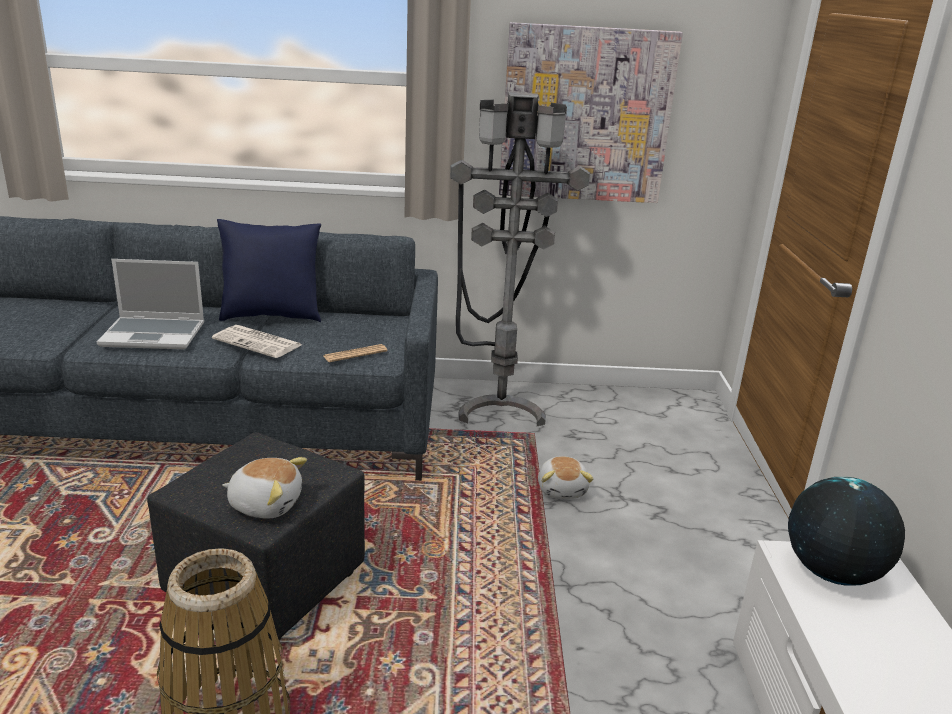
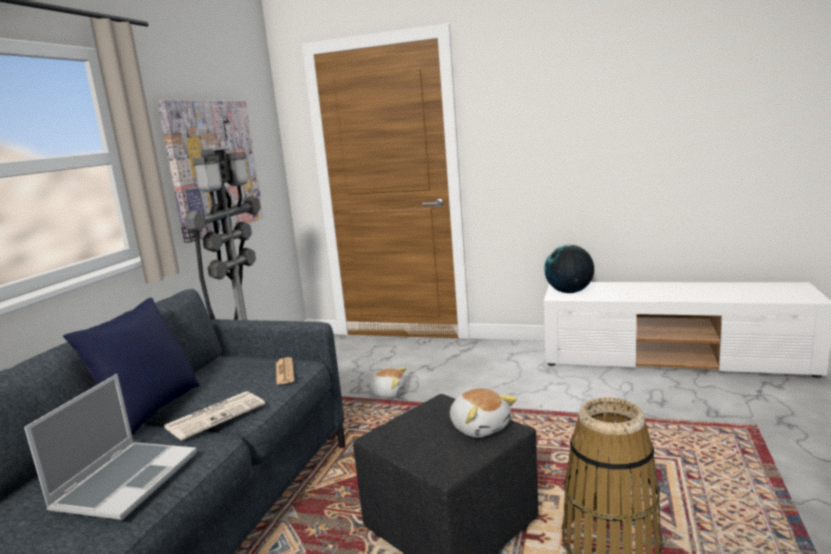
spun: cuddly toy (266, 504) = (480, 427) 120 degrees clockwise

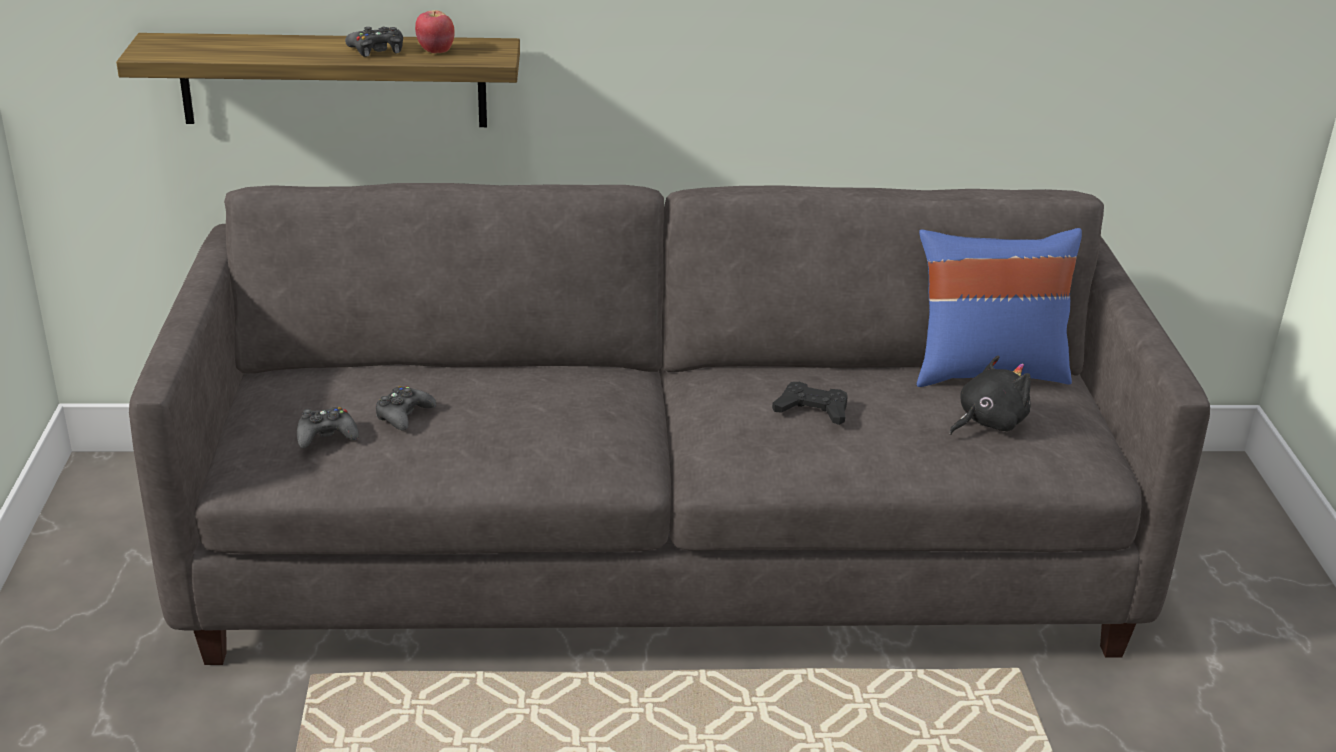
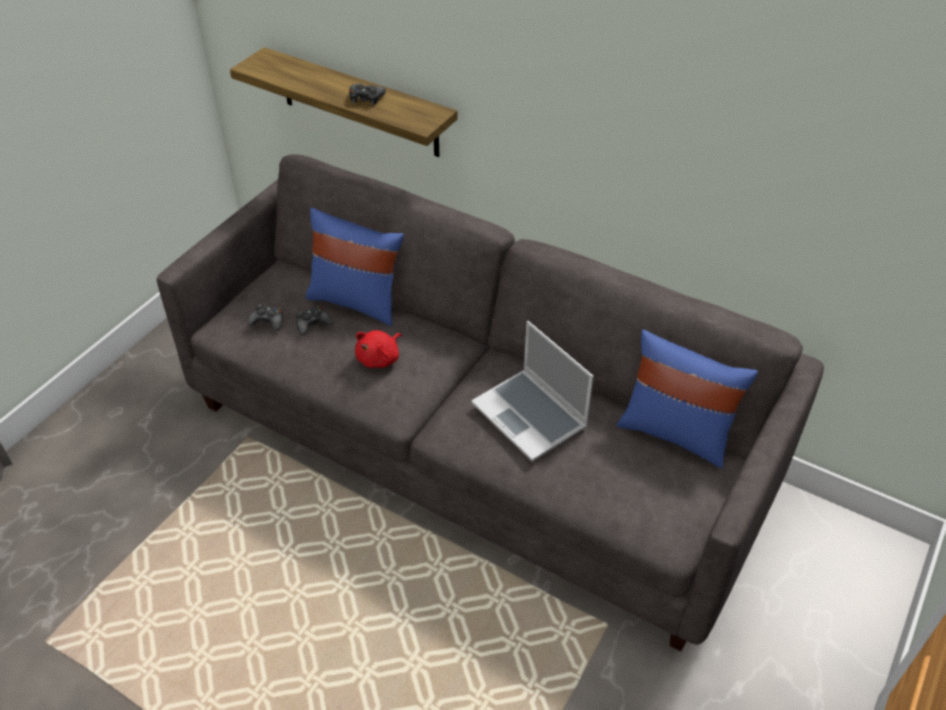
missing: whole apple (436, 51); black-coloured cuddly toy (987, 422)
appeared: bluish pillow (357, 301); reddish cuddly toy (380, 358)
exchanged: black-coloured game controller (812, 410) to laptop (531, 416)

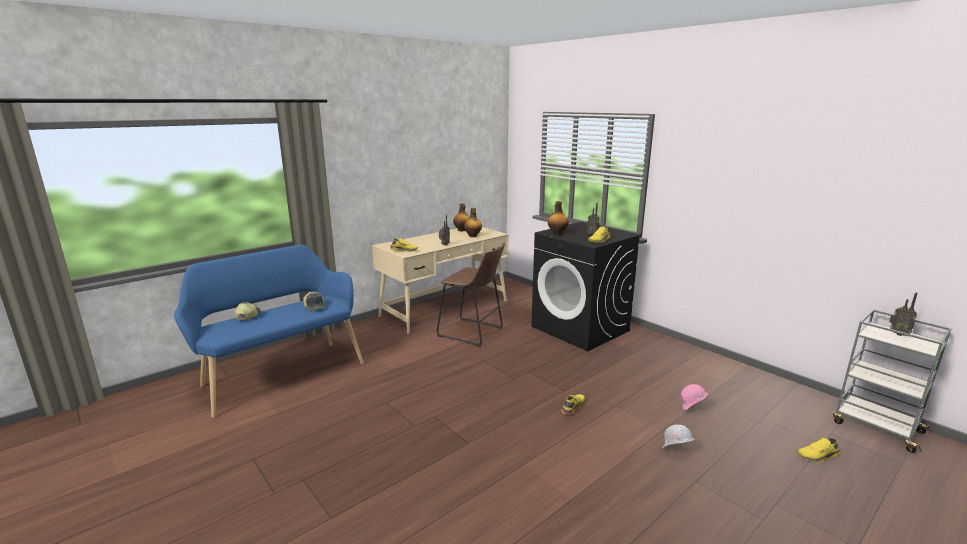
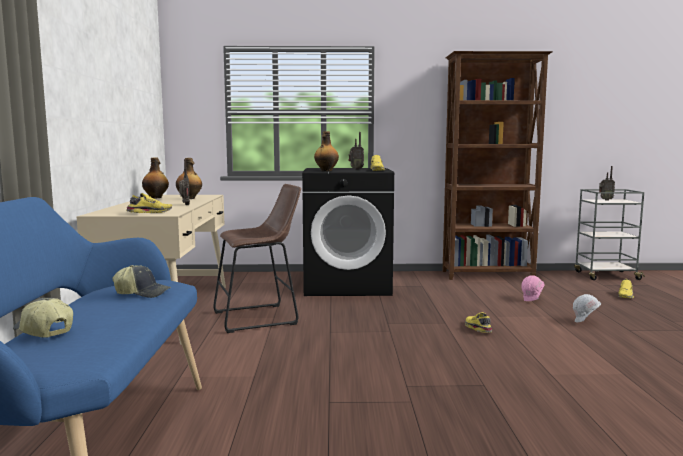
appeared: brown bookshelf (488, 275)

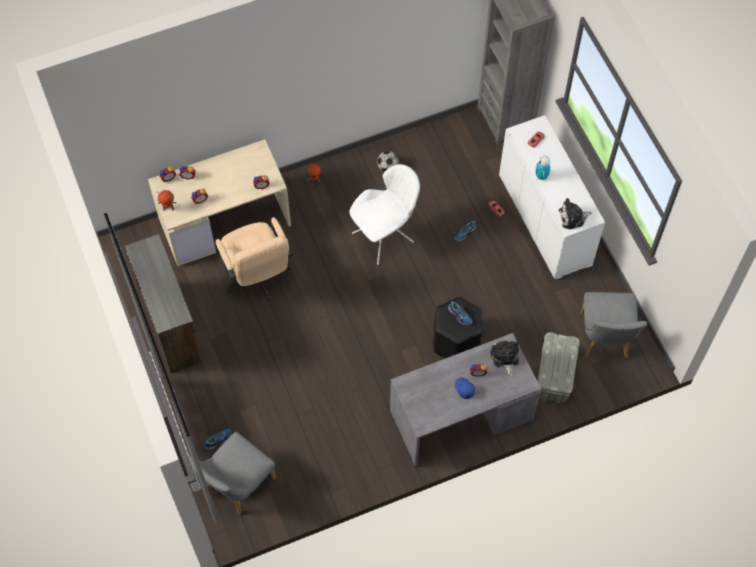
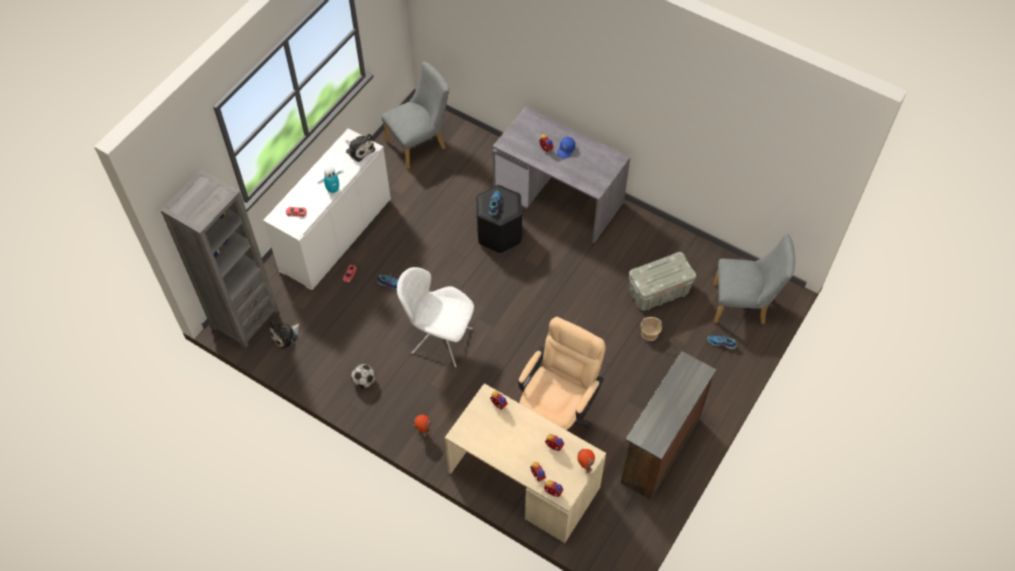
appeared: storage basket (650, 333)
relocated: cuddly toy (504, 358) to (285, 336); greyish storage container (554, 377) to (659, 292)

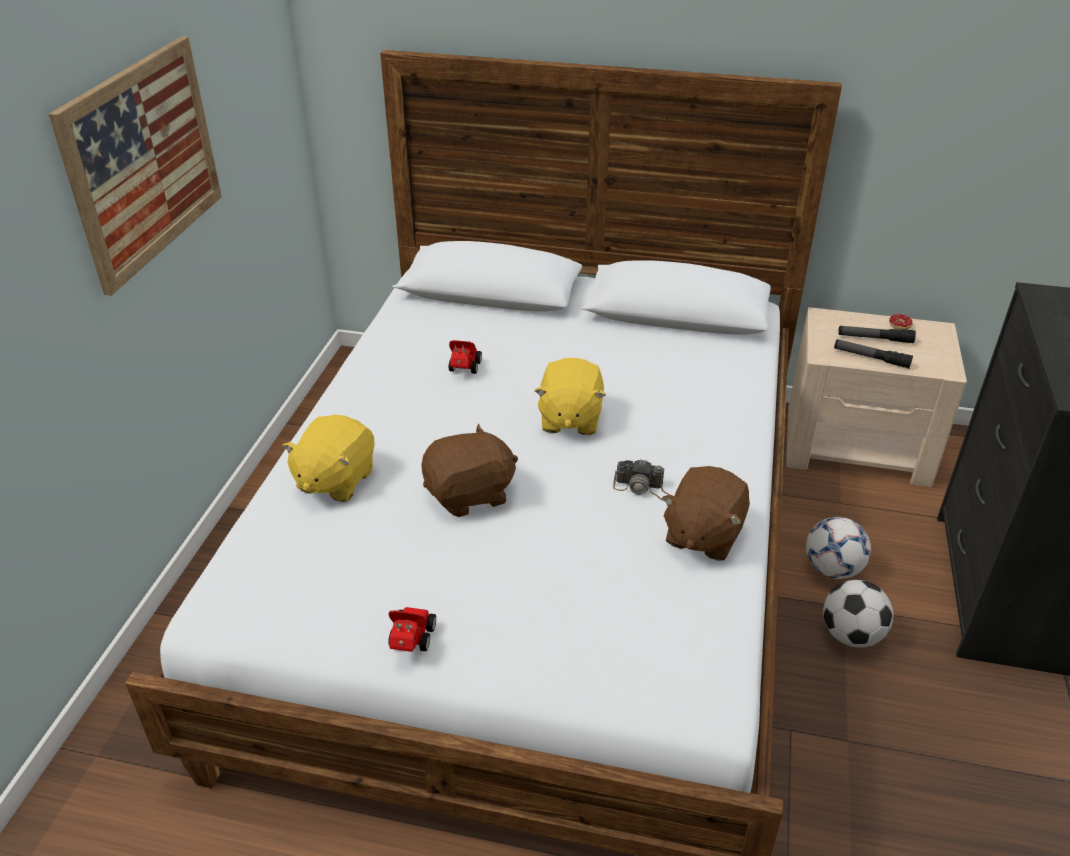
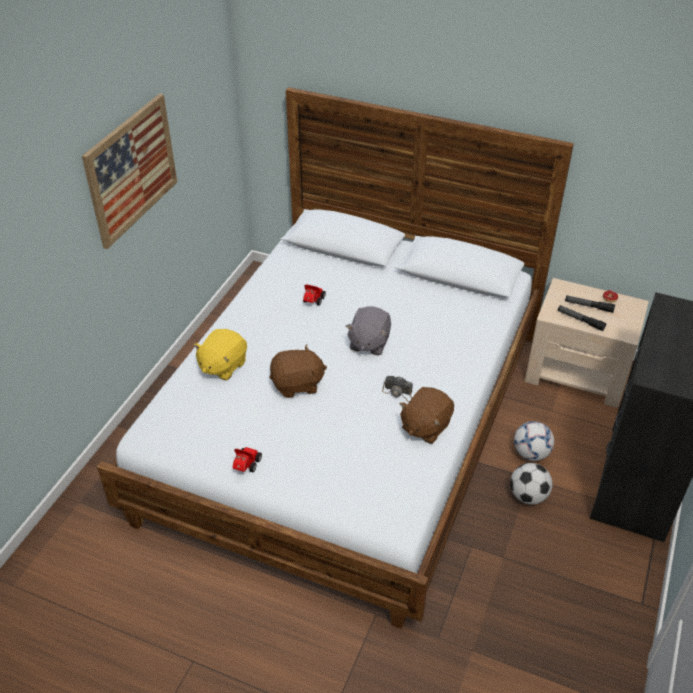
colour: yellowish cuddly toy (569, 419) to greyish cuddly toy (368, 343)

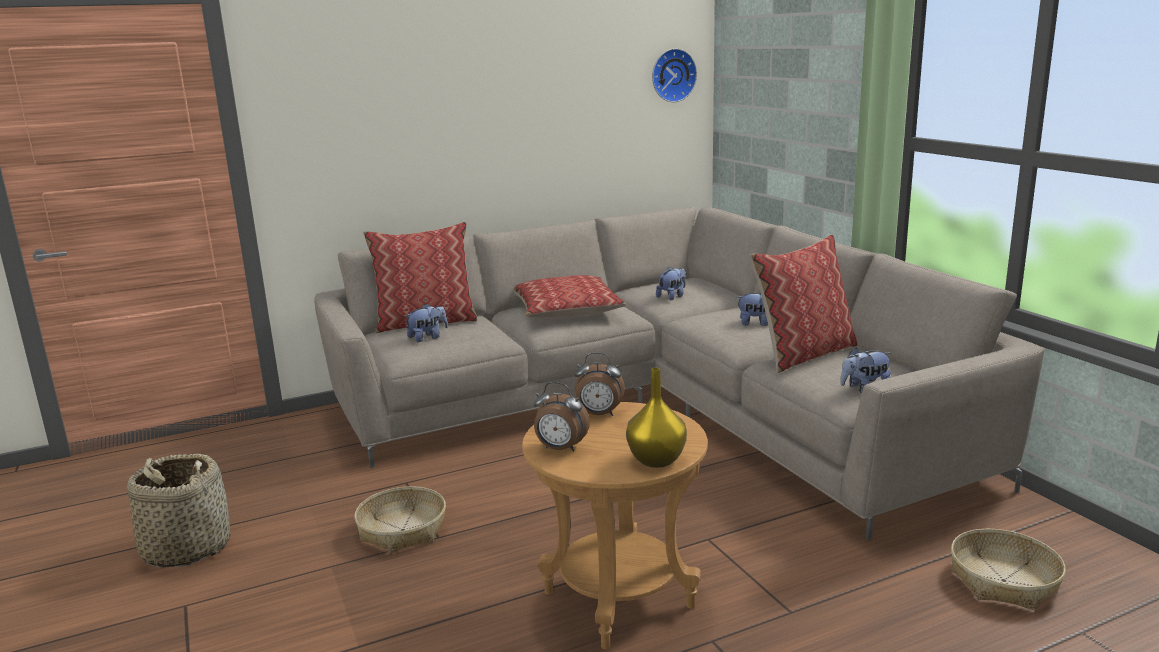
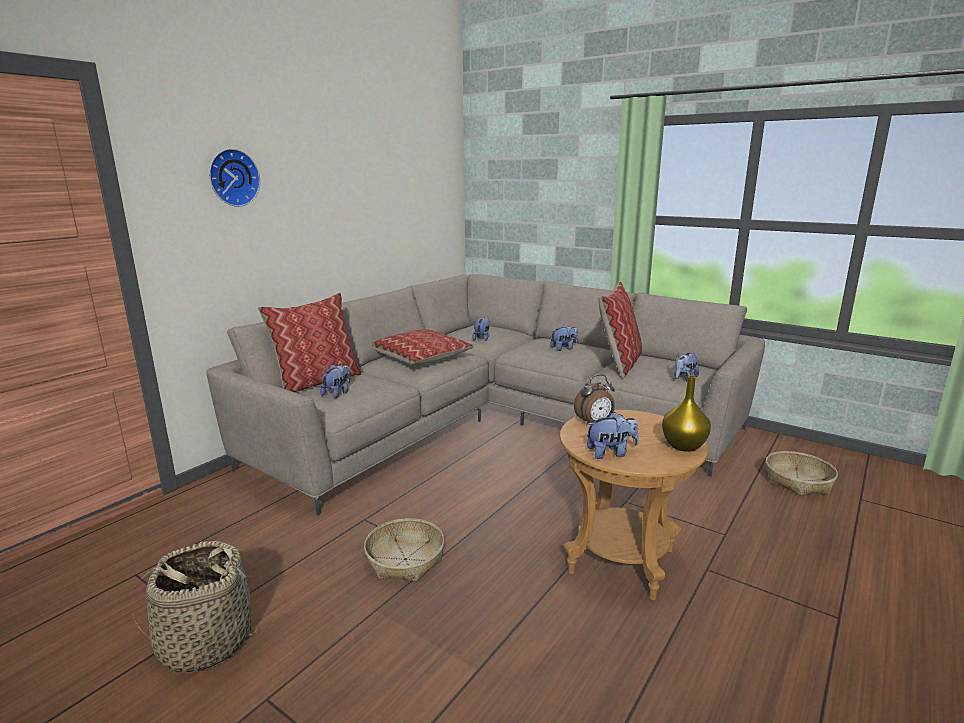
relocated: clock on the wall (672, 75) to (232, 177)
exchanged: alarm clock (560, 449) to cuddly toy (611, 453)

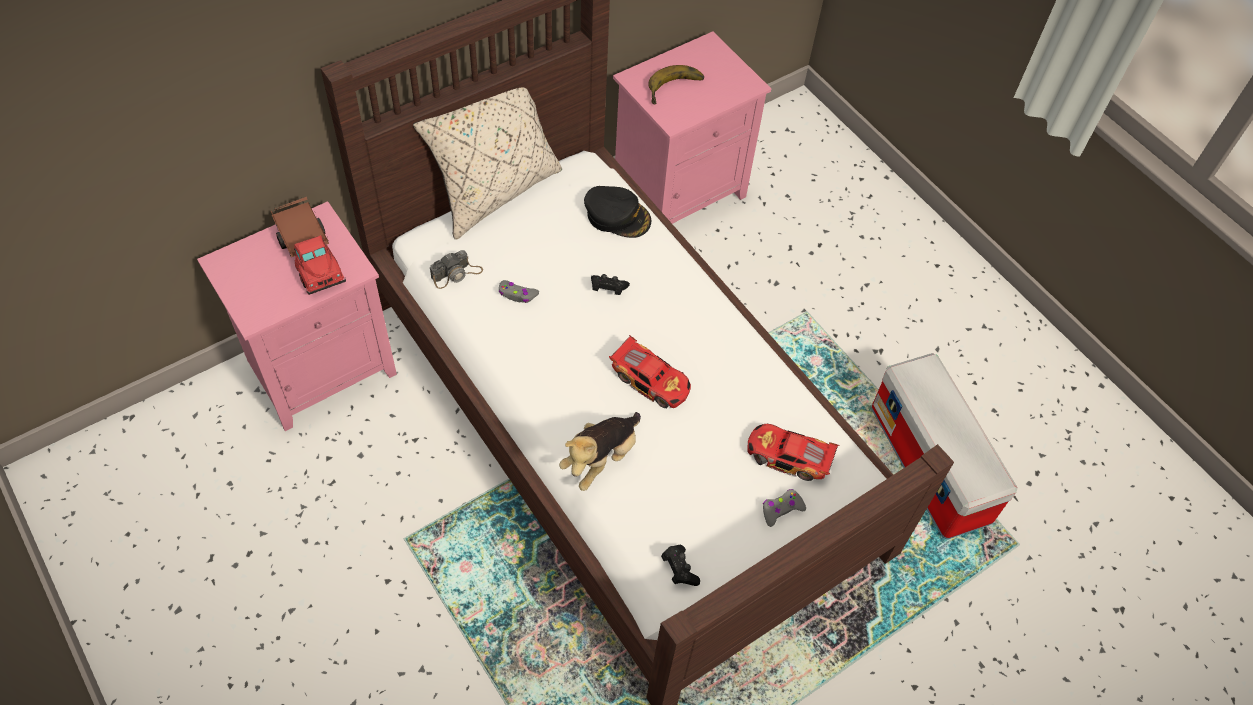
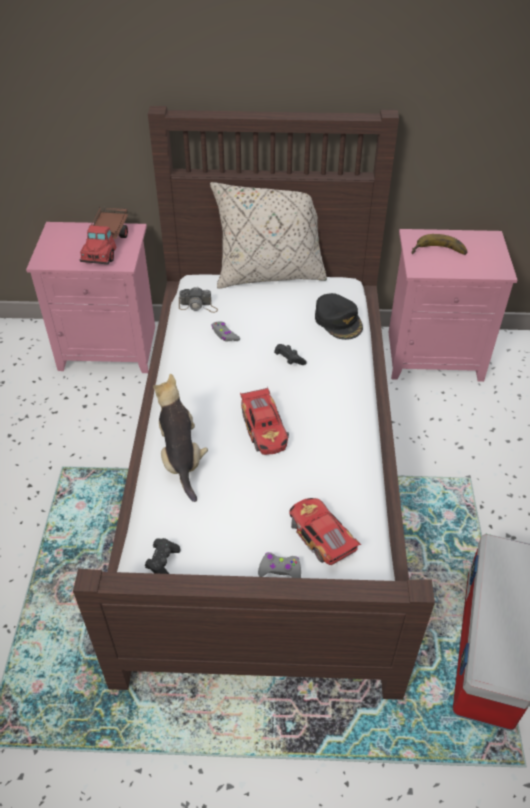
spun: cuddly toy (601, 458) = (181, 458) 90 degrees clockwise

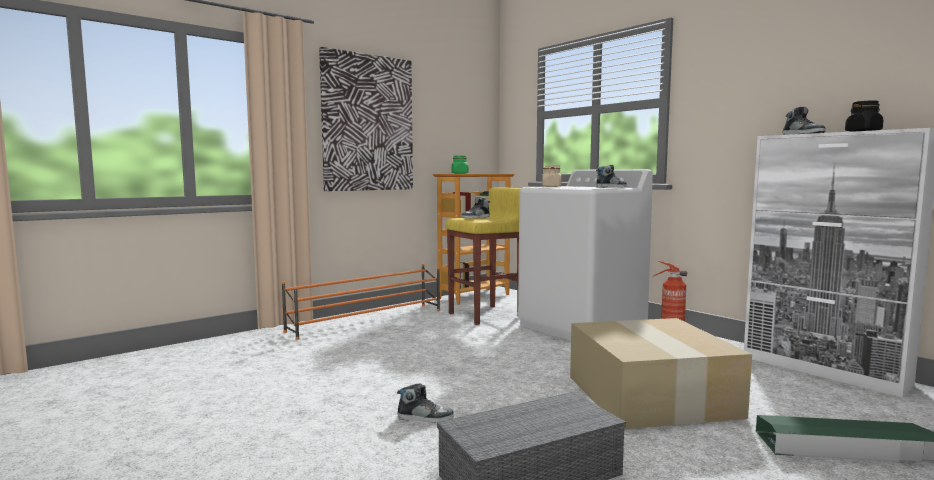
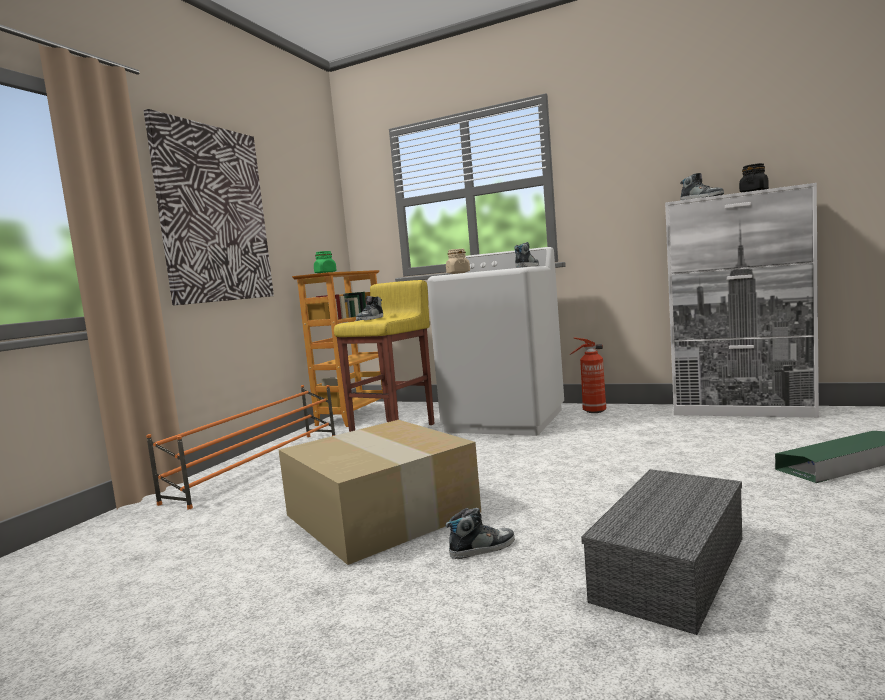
relocated: cardboard box (653, 396) to (384, 513)

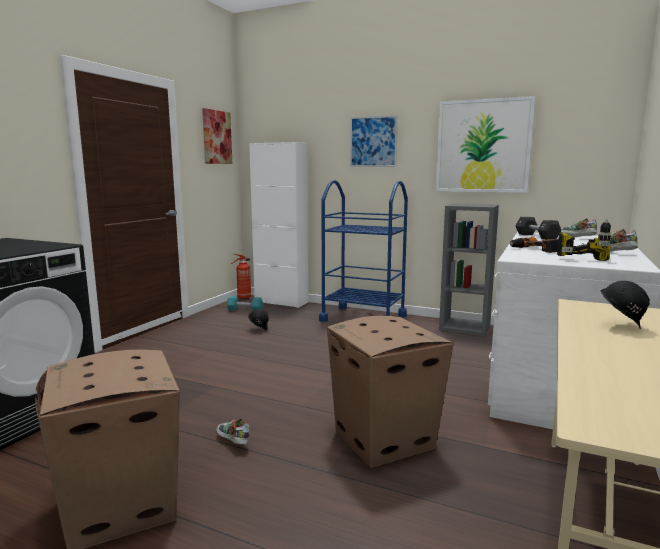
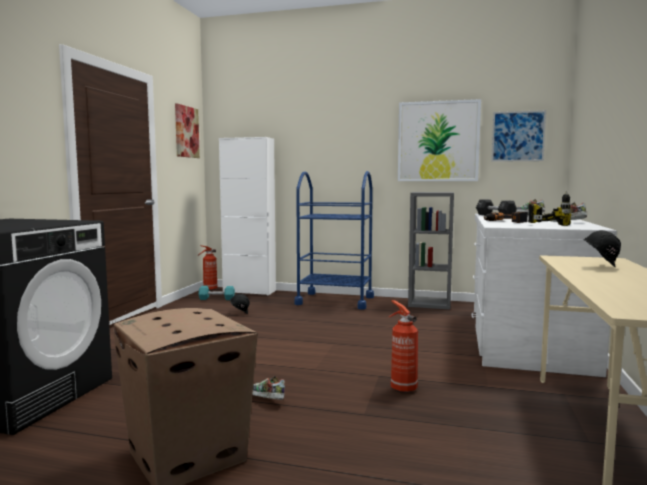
relocated: wall art (373, 141) to (518, 136)
exchanged: cardboard box (384, 440) to extinguisher (402, 388)

